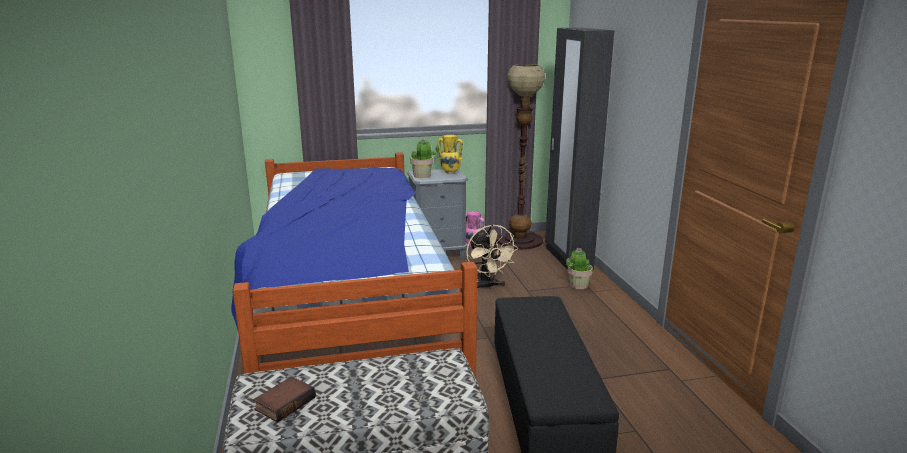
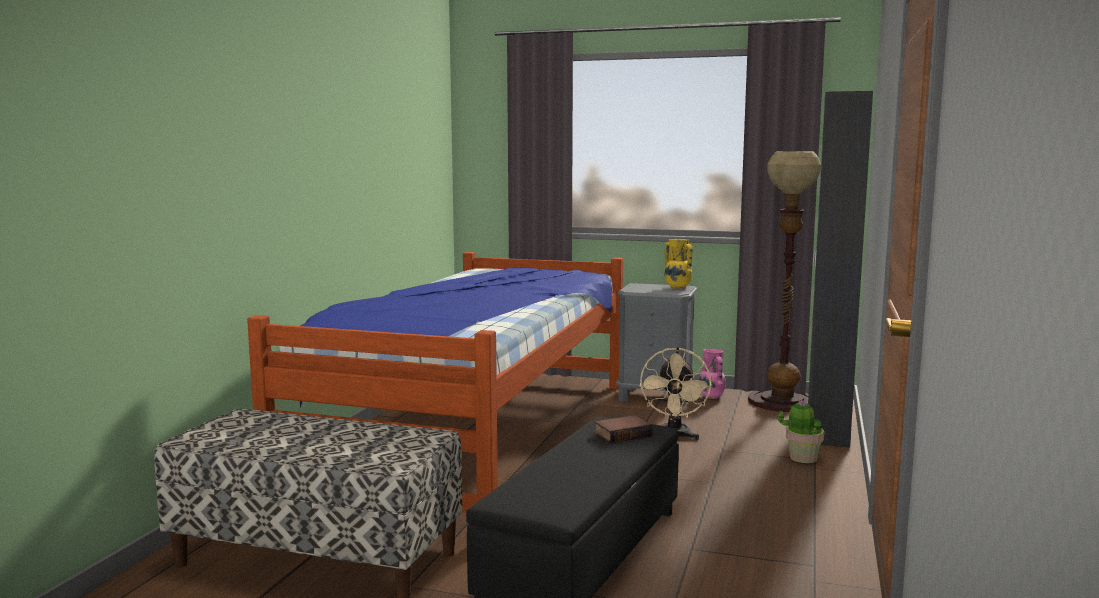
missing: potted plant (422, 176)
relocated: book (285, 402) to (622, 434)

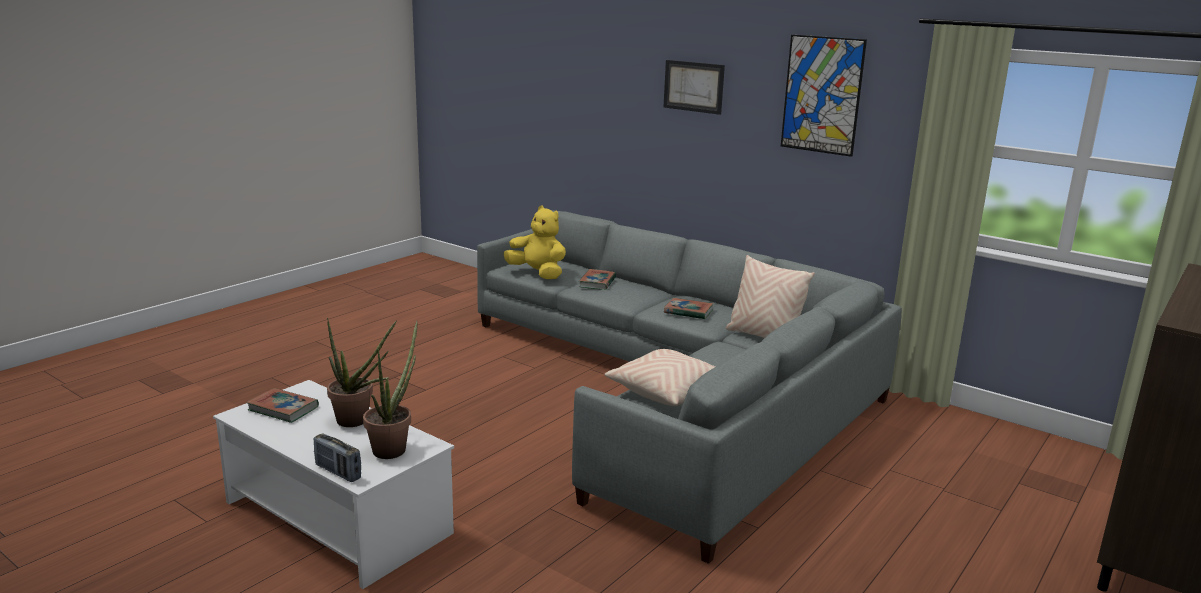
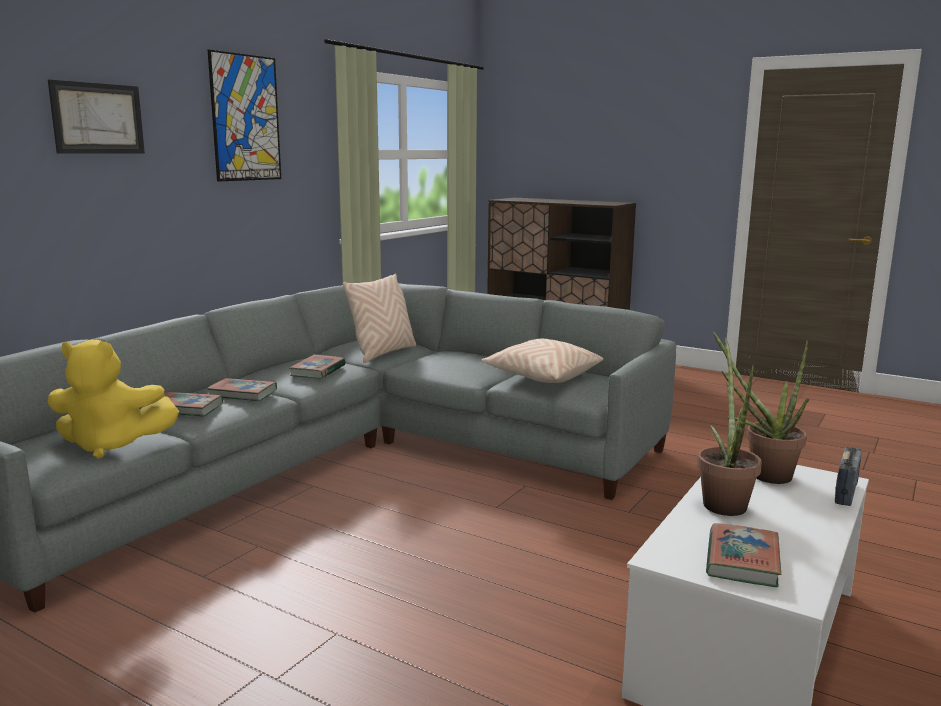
appeared: book (243, 394)
spun: yellowish cuddly toy (538, 274) = (112, 445) 120 degrees counterclockwise

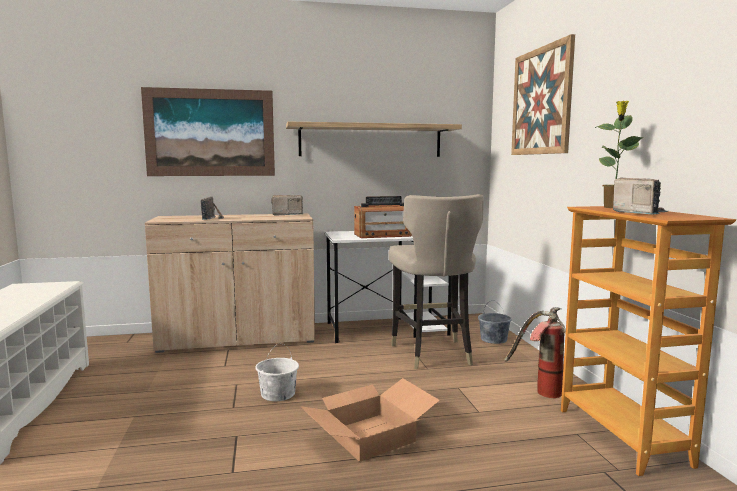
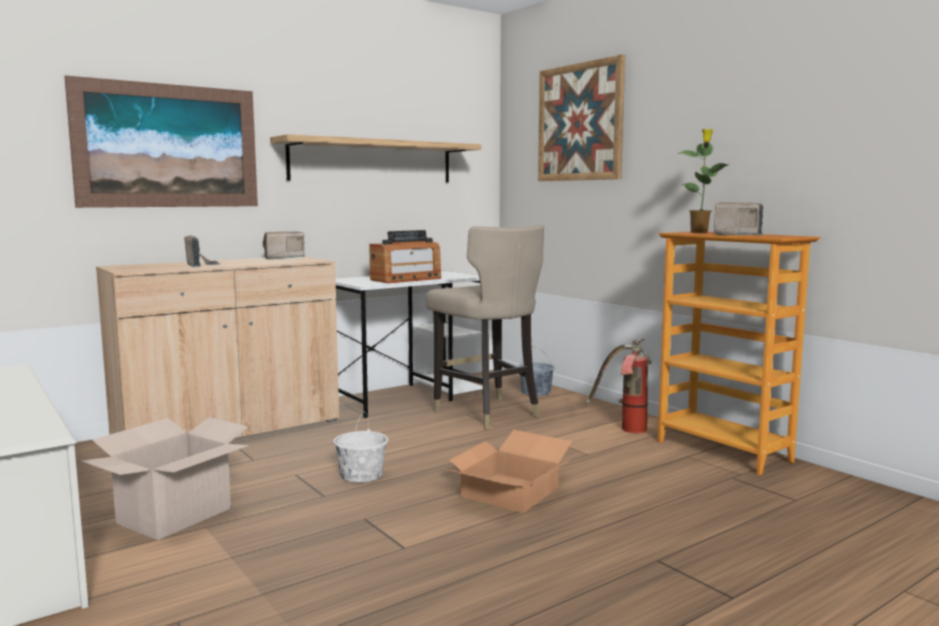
appeared: cardboard box (174, 515)

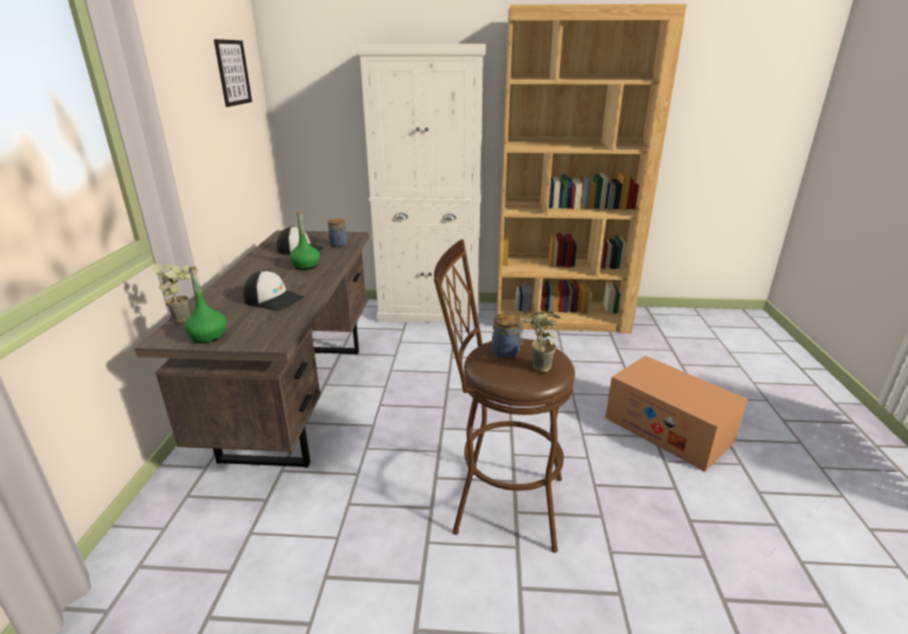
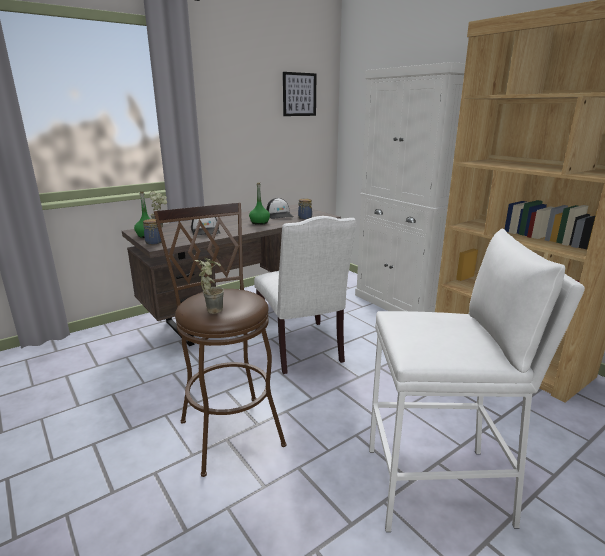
appeared: whitish upright chair (301, 349)
relocated: storage jar (507, 352) to (154, 242)
exchanged: cardboard box (668, 429) to whitish sitting stool (437, 487)

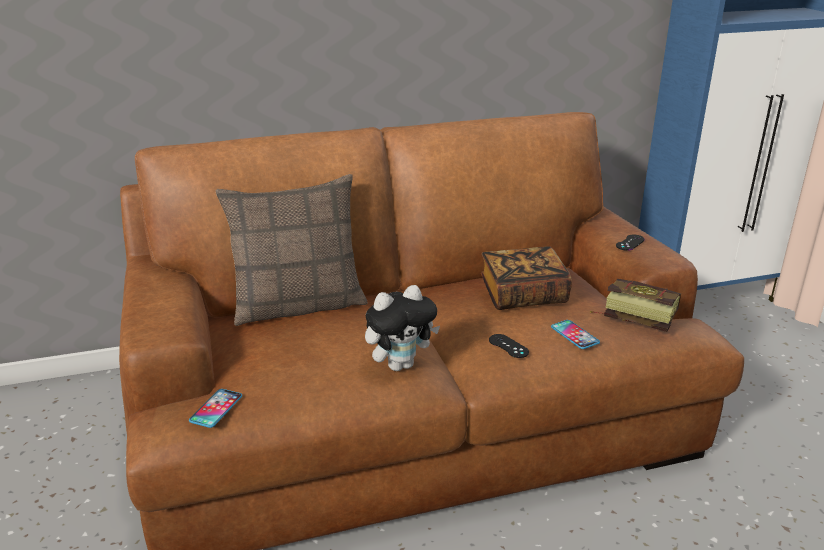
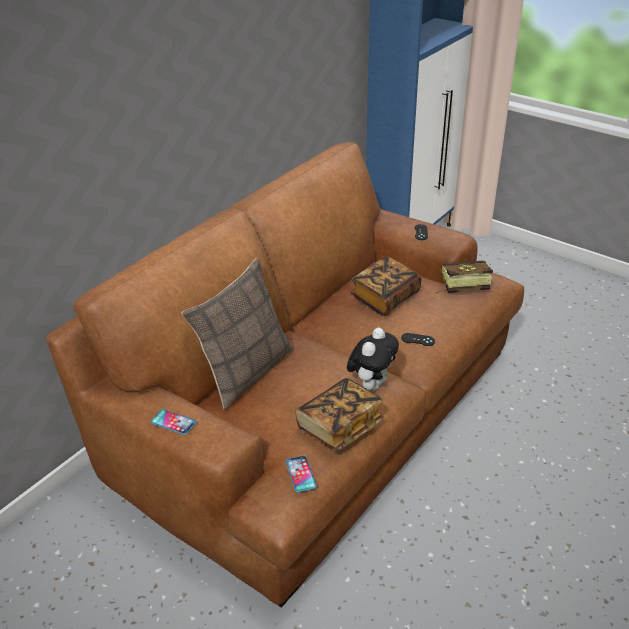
appeared: book (339, 426)
relocated: handset (574, 335) to (173, 422)

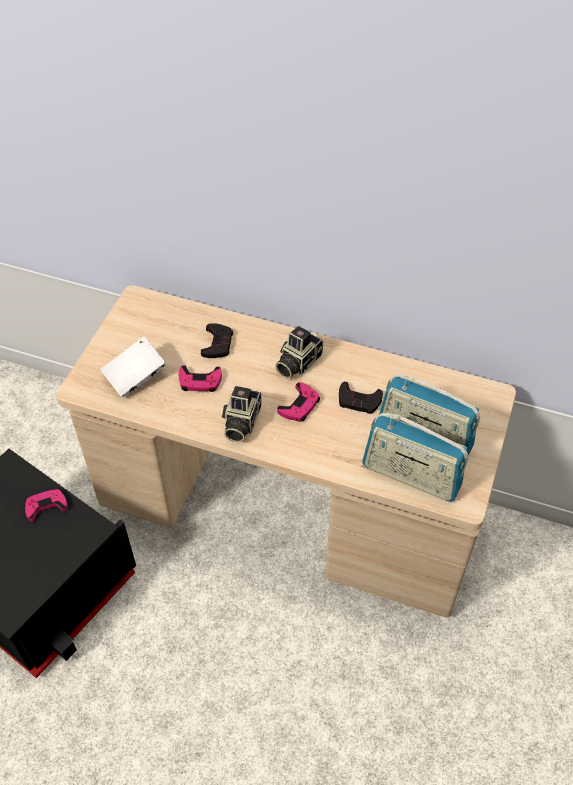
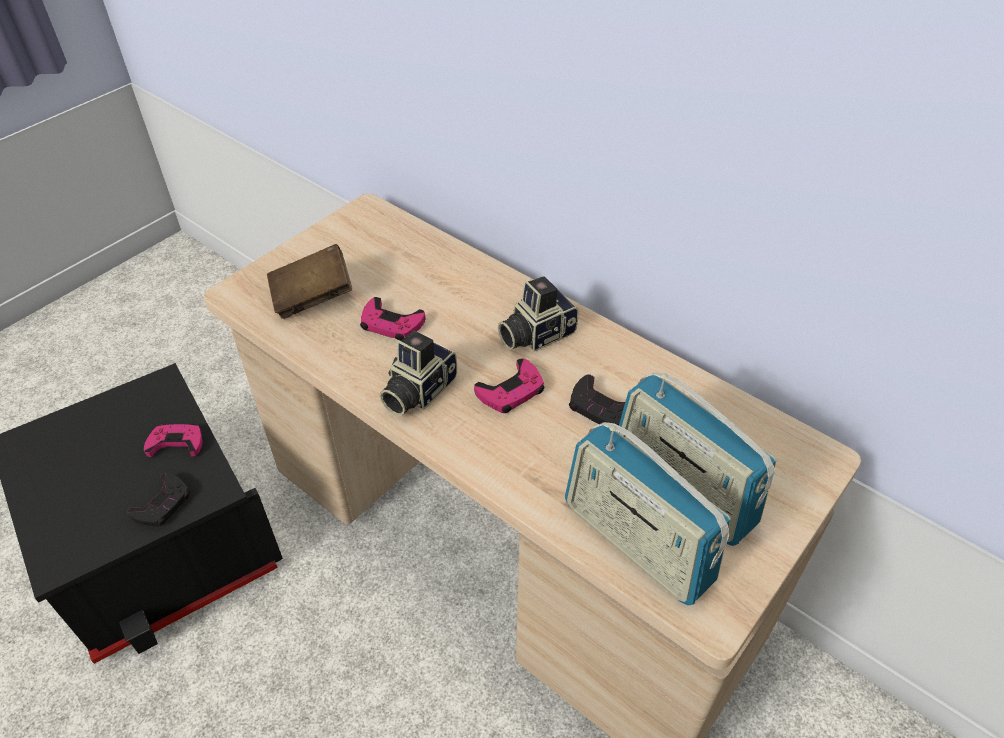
relocated: black-coloured game controller (217, 344) to (163, 504)
colour: whitish book (135, 377) to brown book (312, 297)

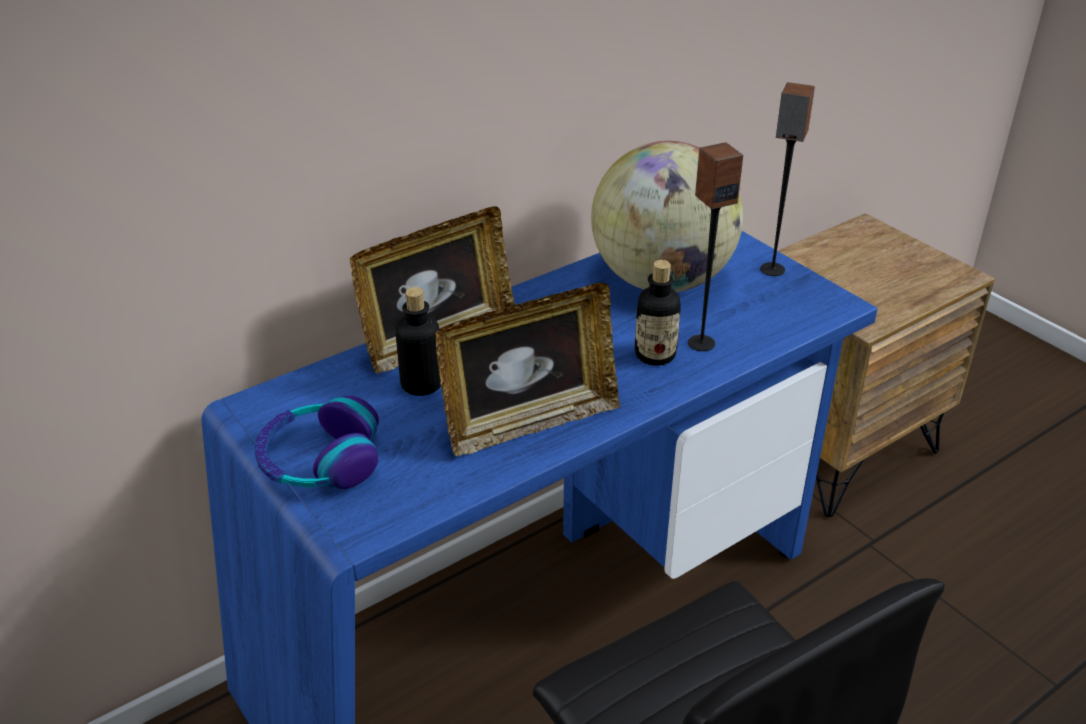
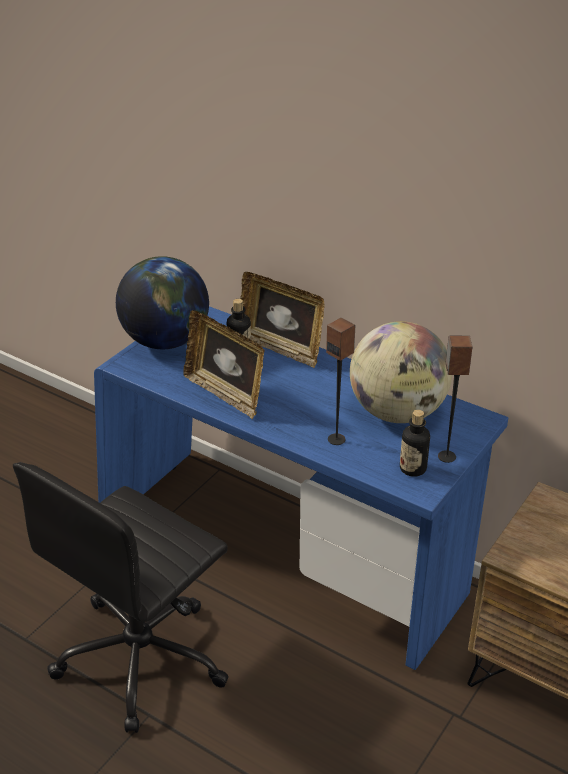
relocated: drink bottle (655, 355) to (413, 468)
exchanged: headphones (320, 460) to world globe (166, 341)

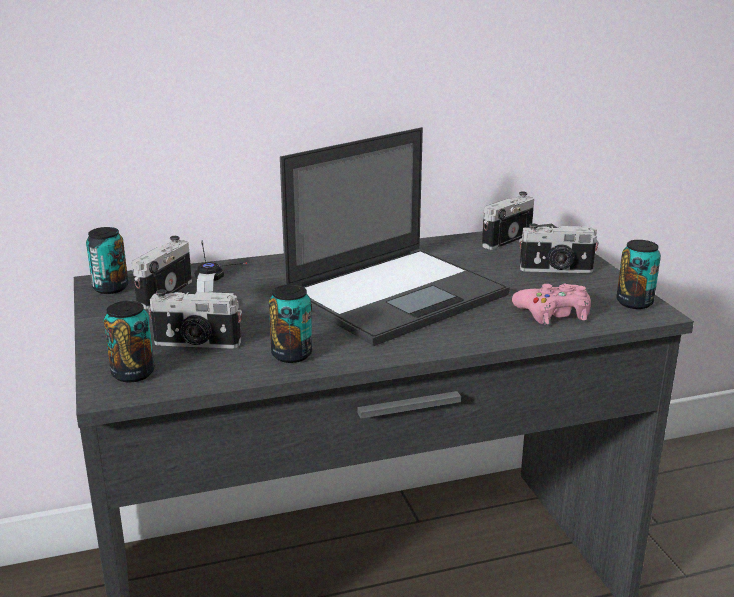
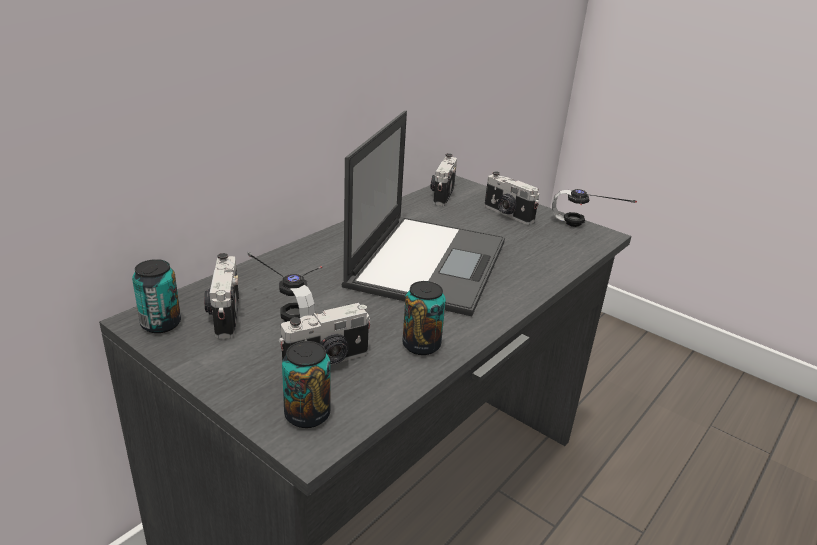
missing: pinkish game controller (554, 313)
exchanged: can (634, 302) to headphones (584, 230)
spun: photo camera (556, 270) = (507, 214) 75 degrees clockwise

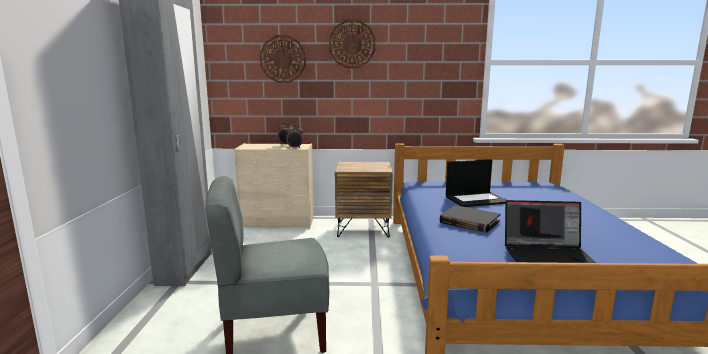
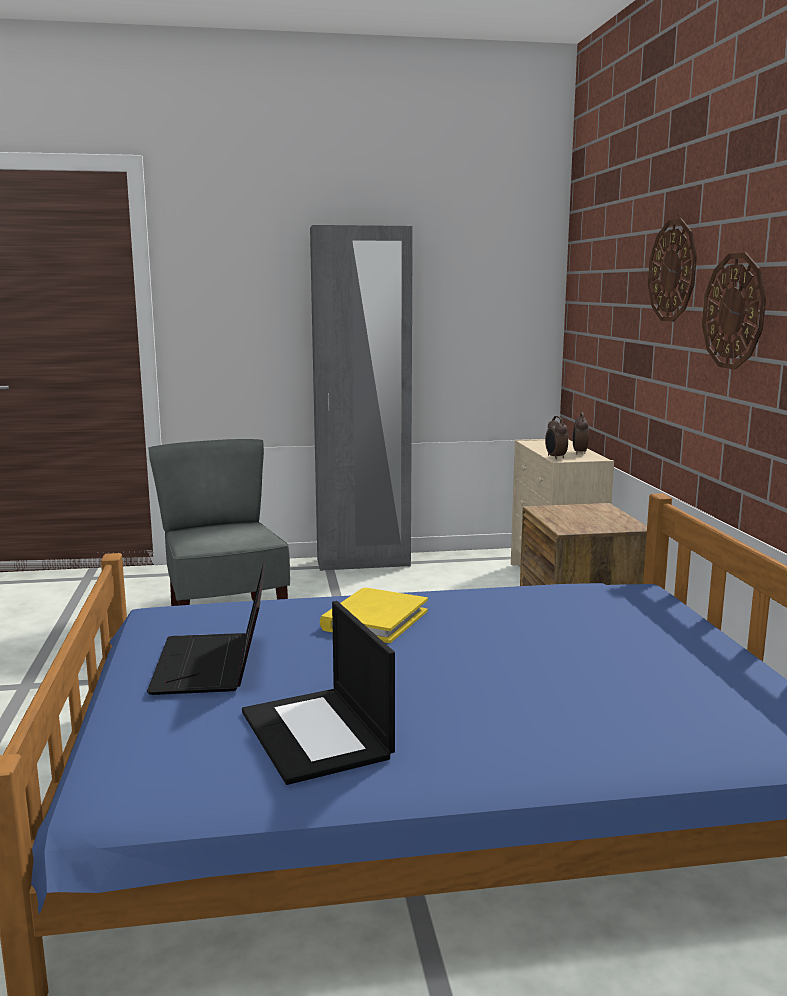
relocated: clock on the wall (283, 59) to (734, 311); laptop (476, 199) to (317, 735)
colour: black-coloured book (469, 222) to yellowish book (374, 620)

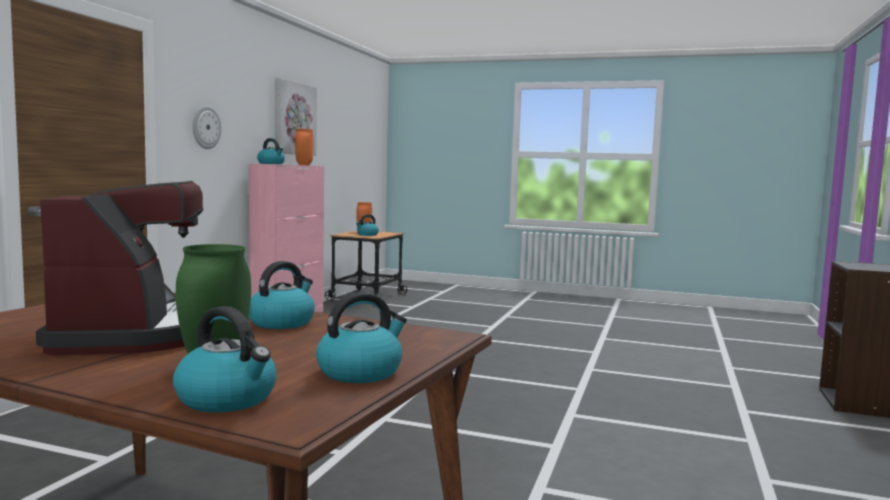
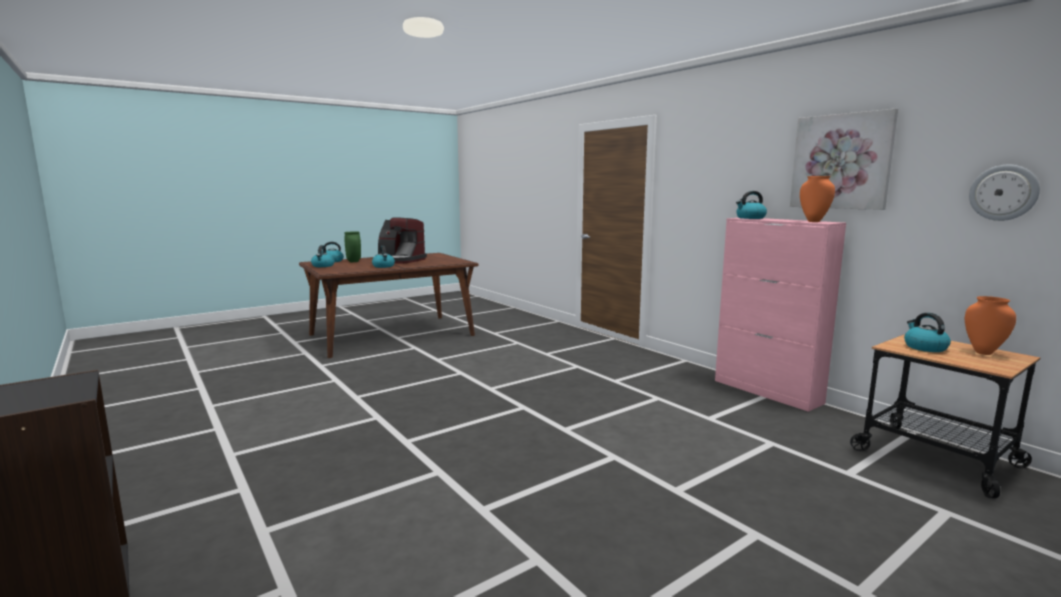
relocated: clock on the wall (205, 127) to (1003, 192)

